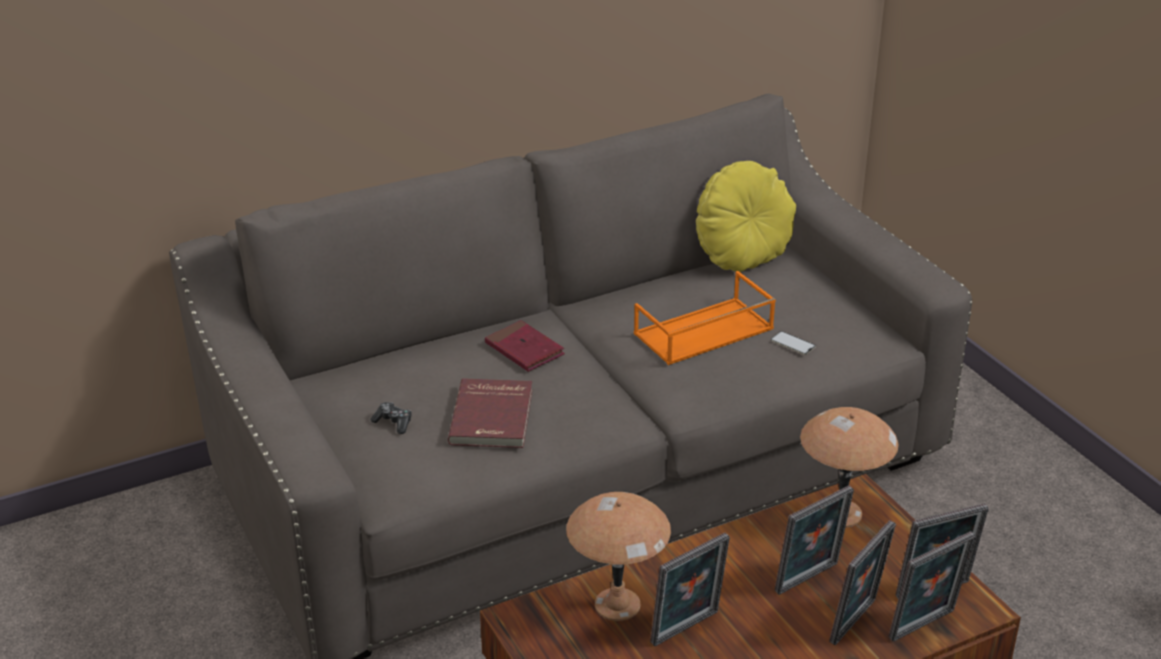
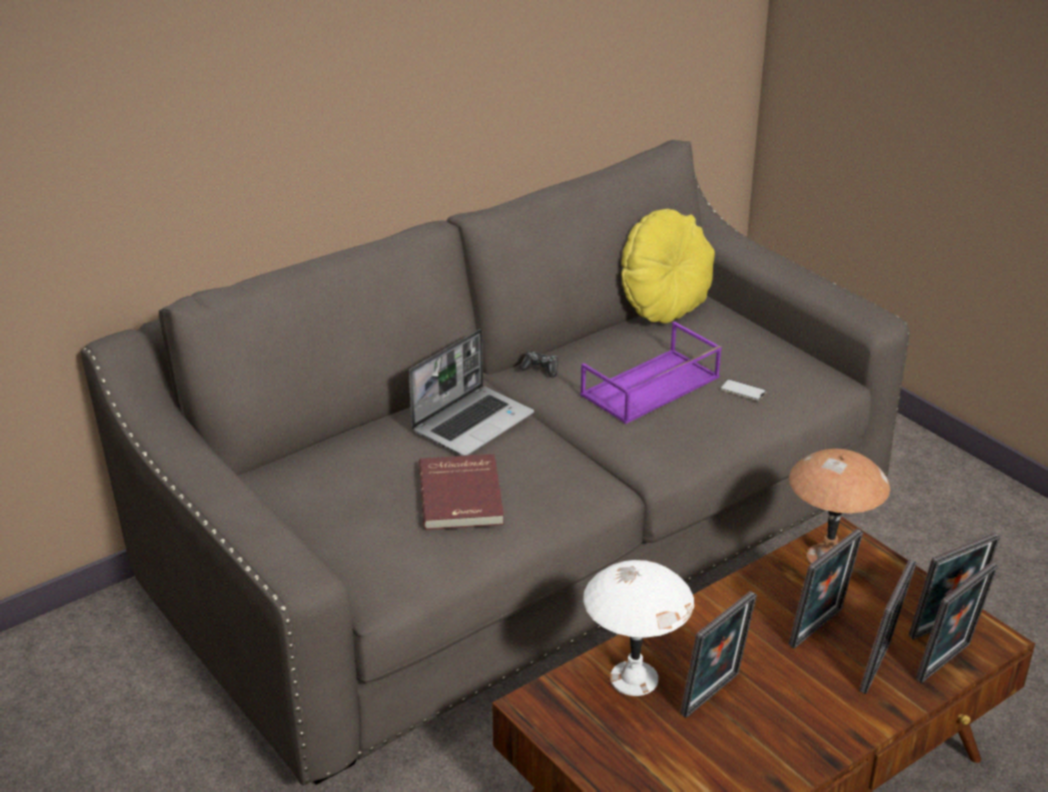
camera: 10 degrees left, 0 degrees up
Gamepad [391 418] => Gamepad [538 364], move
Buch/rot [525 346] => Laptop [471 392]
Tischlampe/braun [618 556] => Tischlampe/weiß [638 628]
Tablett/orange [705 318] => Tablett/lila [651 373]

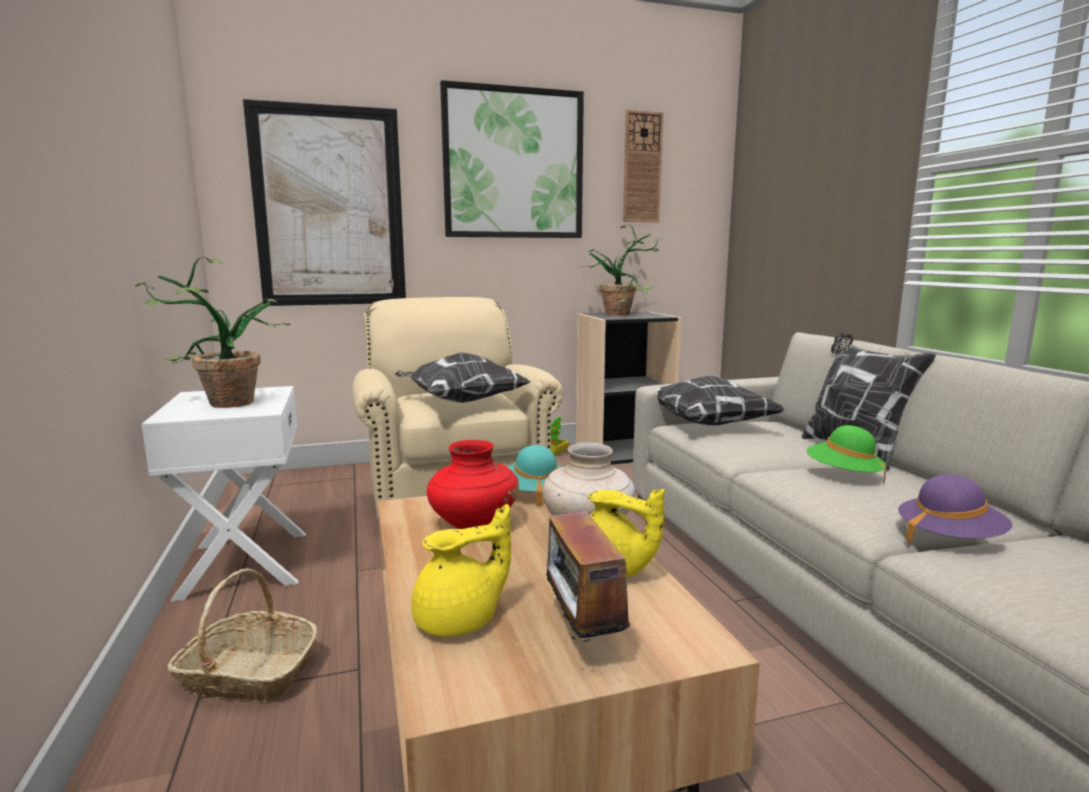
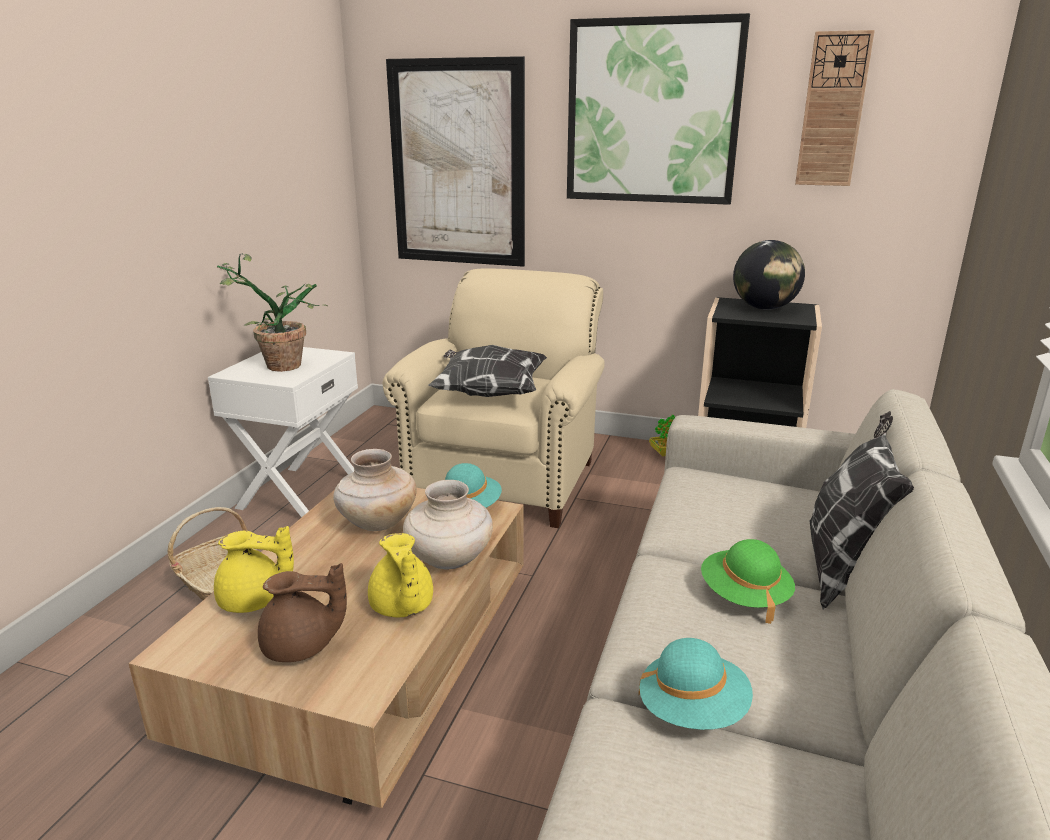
camera: 35 degrees right, 10 degrees up
Vase/rot [473 484] => Vase/beige [375 490]
Radio [582 568] => Teekanne/braun [302 612]
Topfpflanze [621 270] => Globus [769 275]
Kissen [720 400] => nothing
Hut/lila [955 508] => Hut/türkis [695 684]

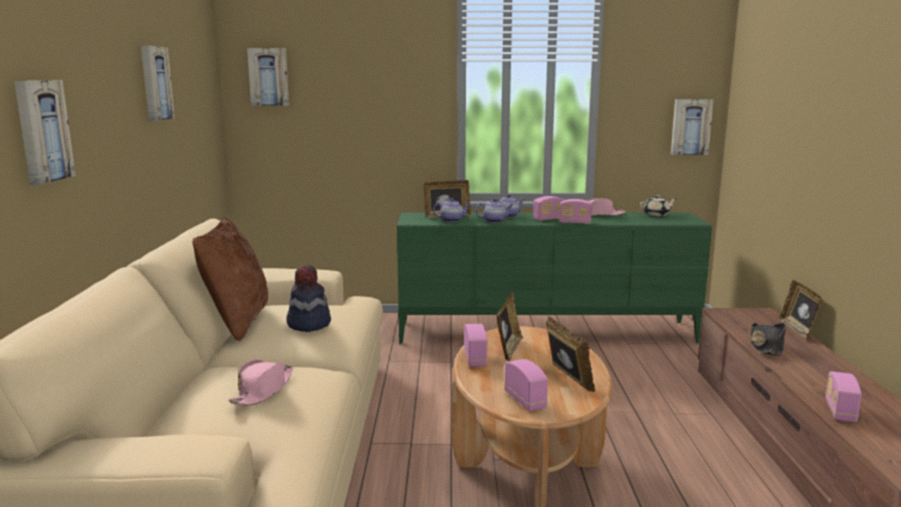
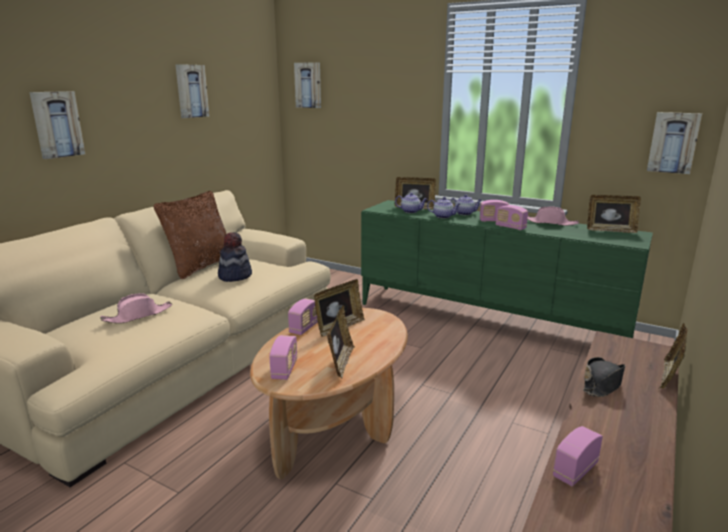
camera: 30 degrees right, 5 degrees up
Teekanne/beige [658 205] => Bilderrahmen [614 214]

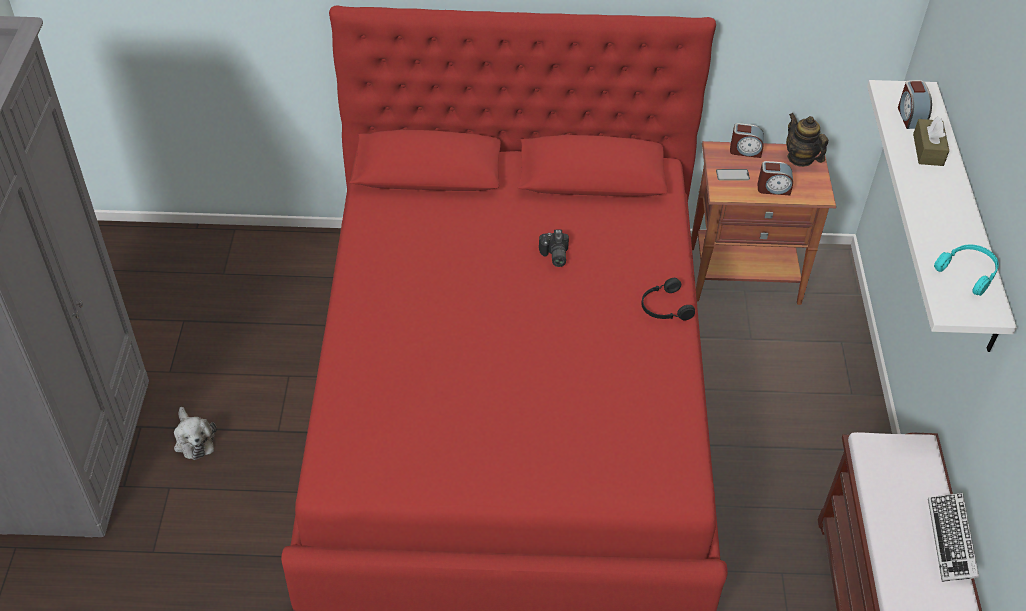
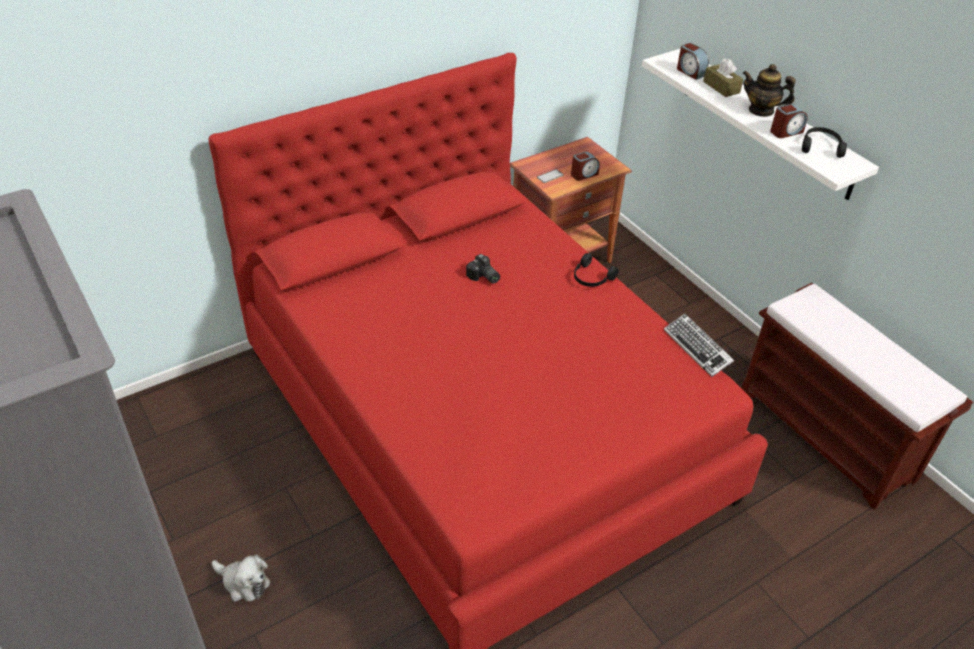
camera: 35 degrees left, 5 degrees down
Wecker [747 140] => Wecker [789 121], move
Teekanne [807 140] => Teekanne [769 90], move
Tastatur [953 537] => Tastatur [699 345], move
Kopfhörer/türkis [966 270] => Kopfhörer/schwarz [824 142]

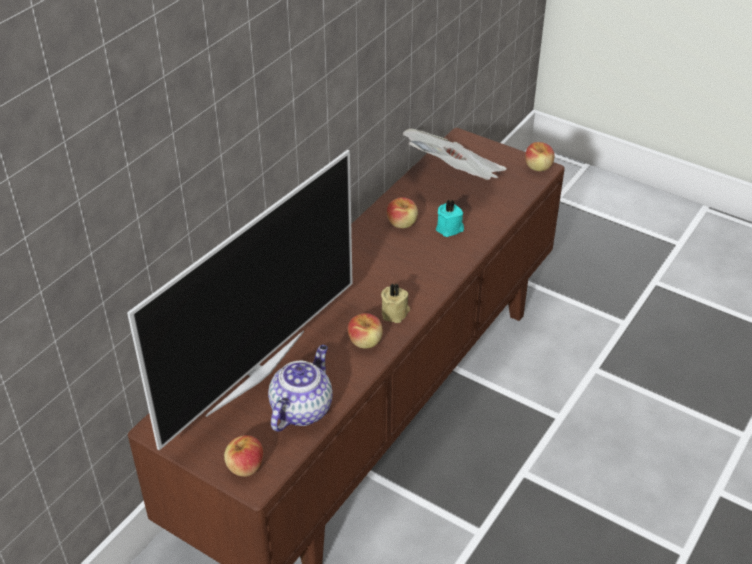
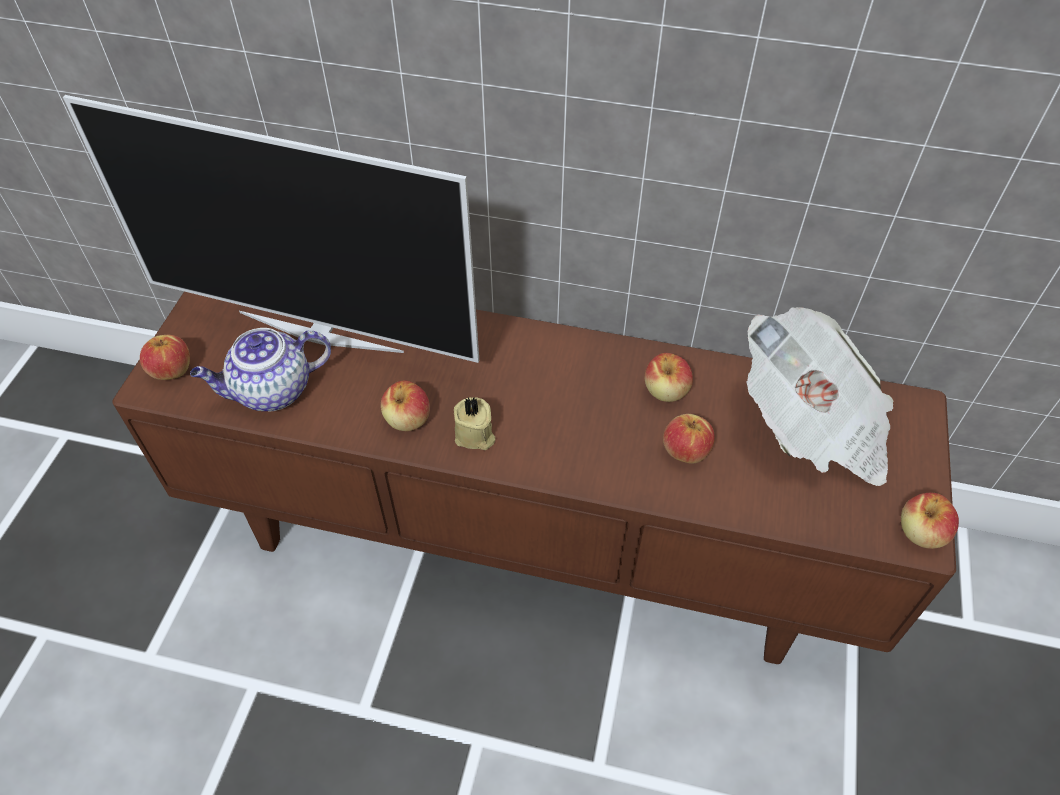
camera: 70 degrees right, 10 degrees up
Teekanne [300 388] => Teekanne [260 369], 150 degrees clockwise
Kerze/türkis [450 218] => Apfel [689 438]

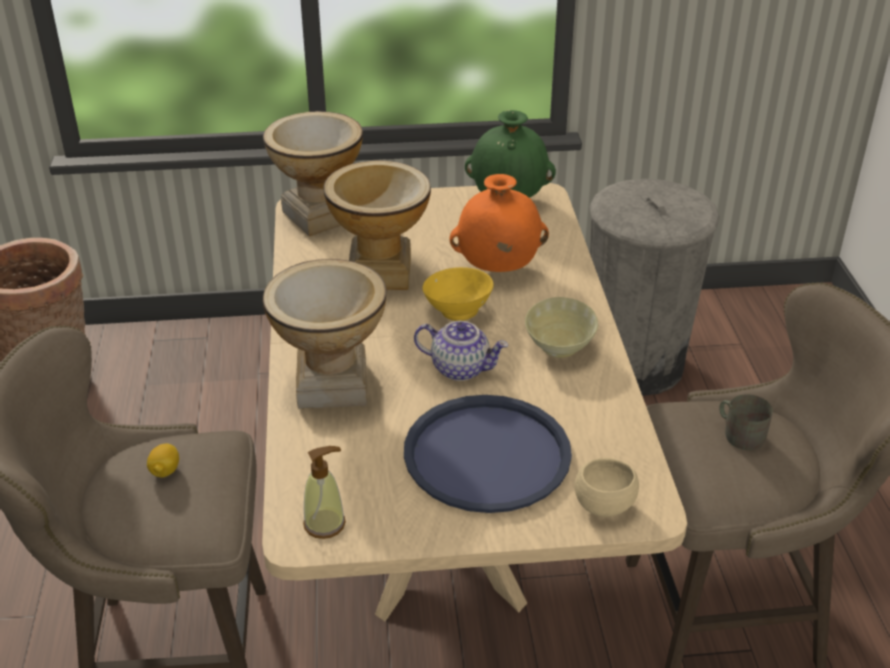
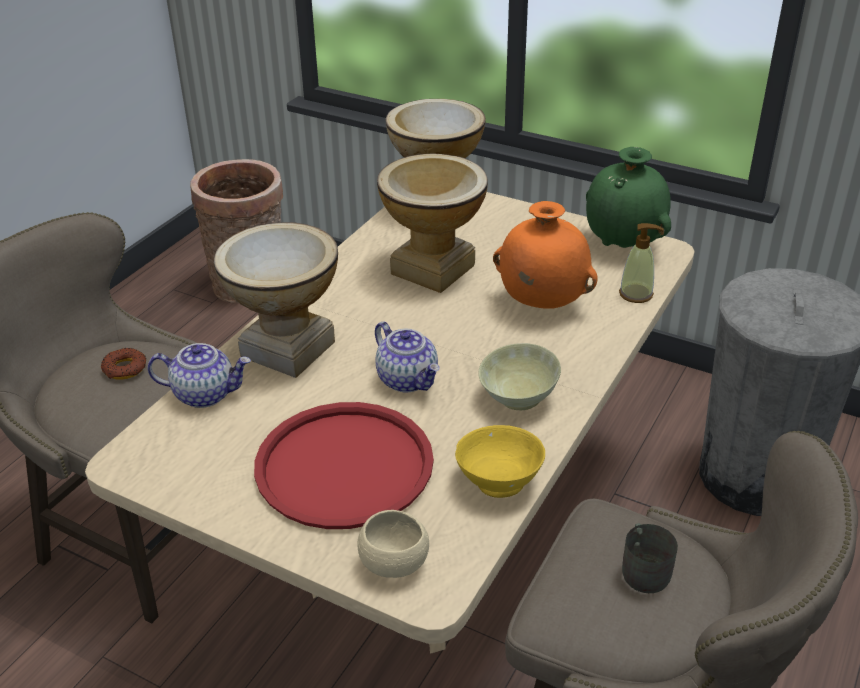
camera: 35 degrees right, 0 degrees up
Zitrone [163 460] => Donut [123 364]
Seifenspender [324 492] => Seifenspender [641 263], move
Tablett/blau [488 454] => Tablett/rot [344 465]
Schüssel/gelb [458 294] => Schüssel/gelb [500 461], move
nothing => Teekanne [199 375]

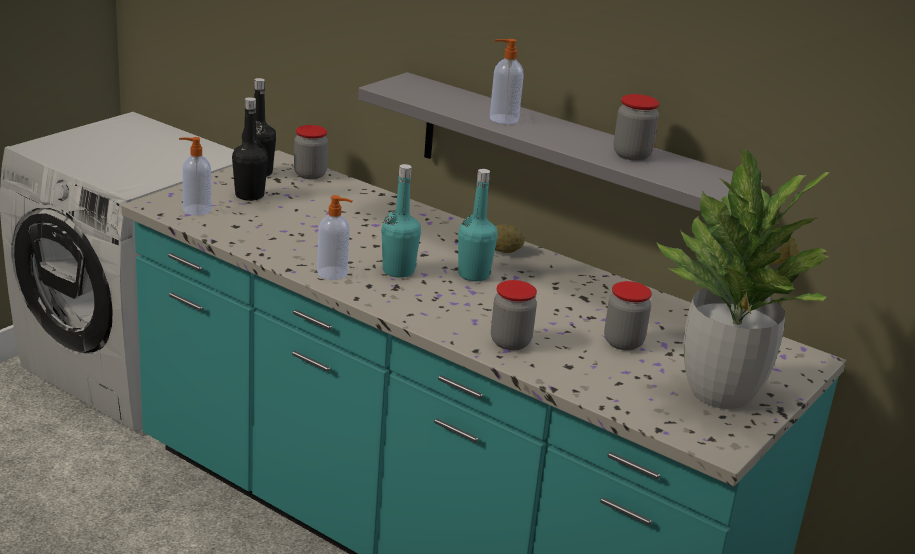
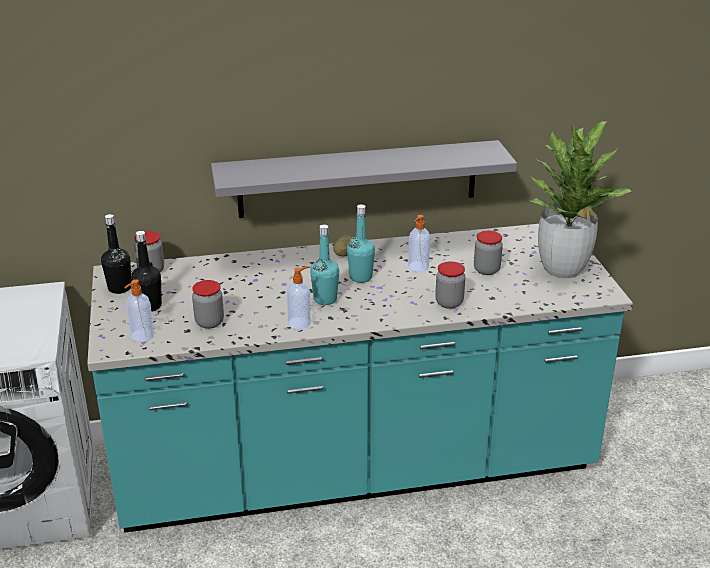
camera: 45 degrees left, 5 degrees up
Seifenspender [507 81] => Seifenspender [419 243], move
Vorratsglas [637 127] => Vorratsglas [208 304], move

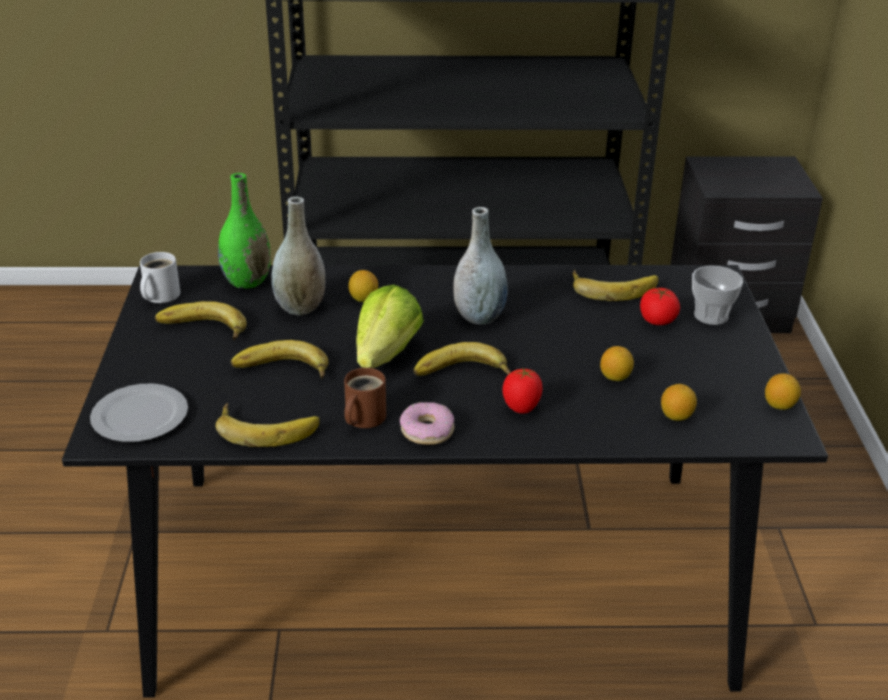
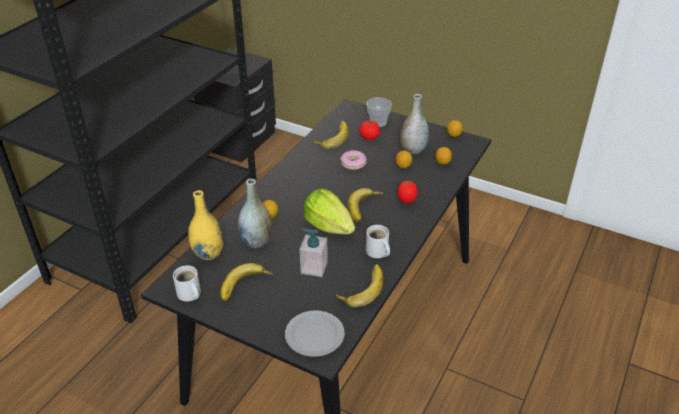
camera: 60 degrees left, 5 degrees up
Vase/grün [244 230] => Vase/gelb [206 225]
Banane [280 359] => Seifenspender [313 252]
Henkelbecher/braun [365 398] => Henkelbecher/weiß [378 241]
Donut [427 423] => Donut [353 160], move
Vase/grau [480 266] => Vase/grau [414 124], move

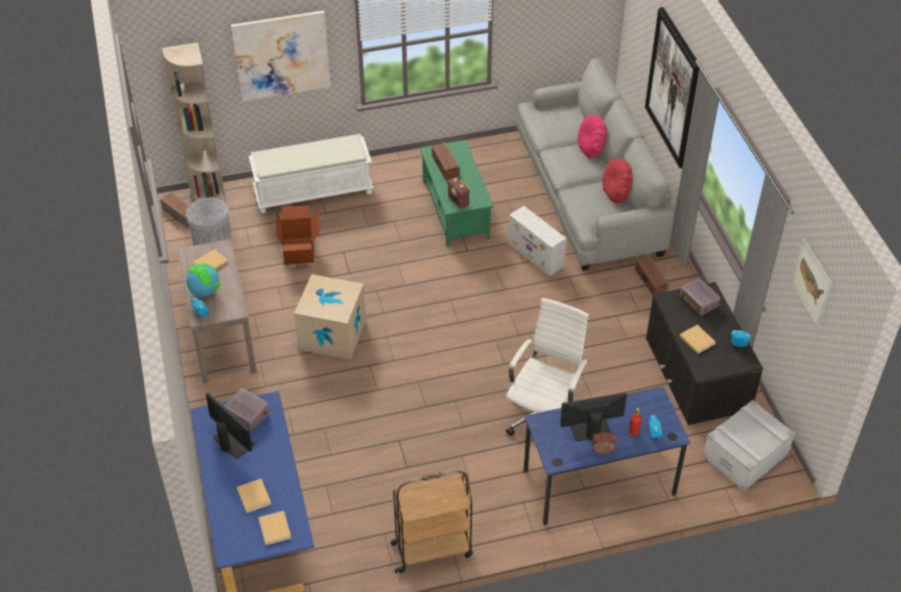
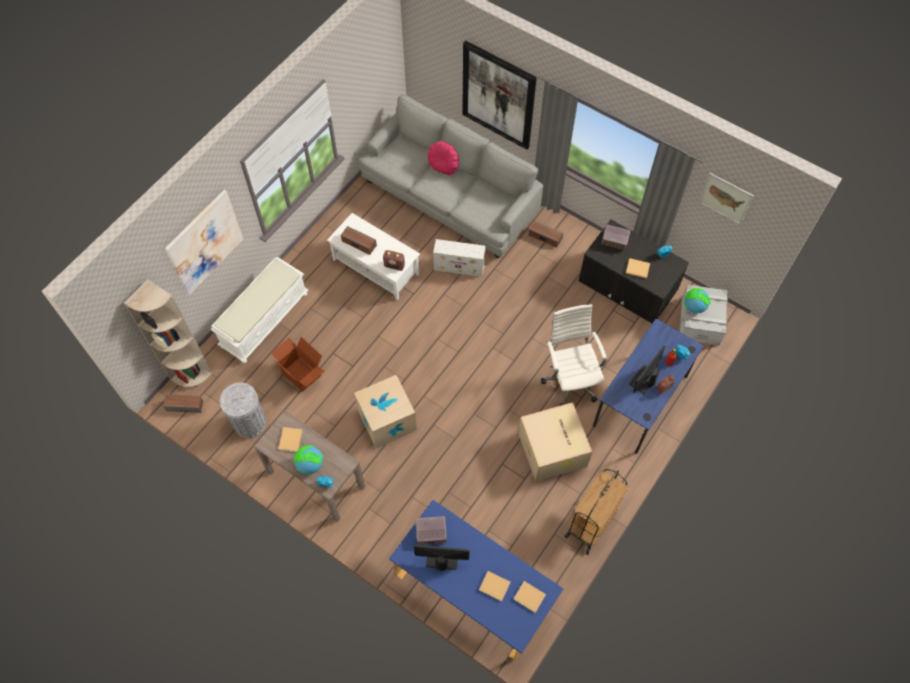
camera: 40 degrees left, 15 degrees up
Couchtisch/grün [456 193] => Couchtisch/weiß [373 256]
Kissen/rot [617 181] => nothing
nothing => Karton [555 442]
nothing => Globus [697 300]

